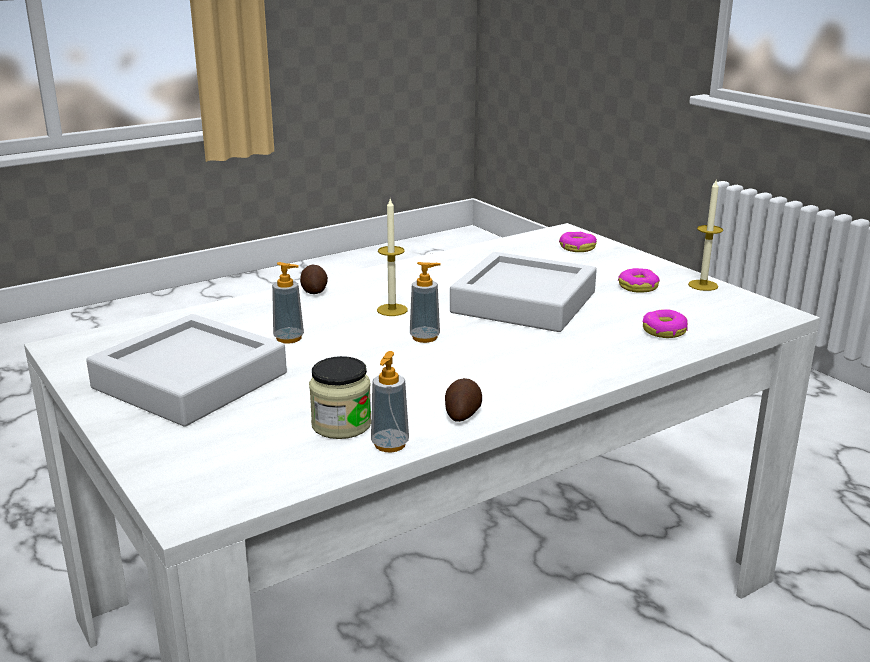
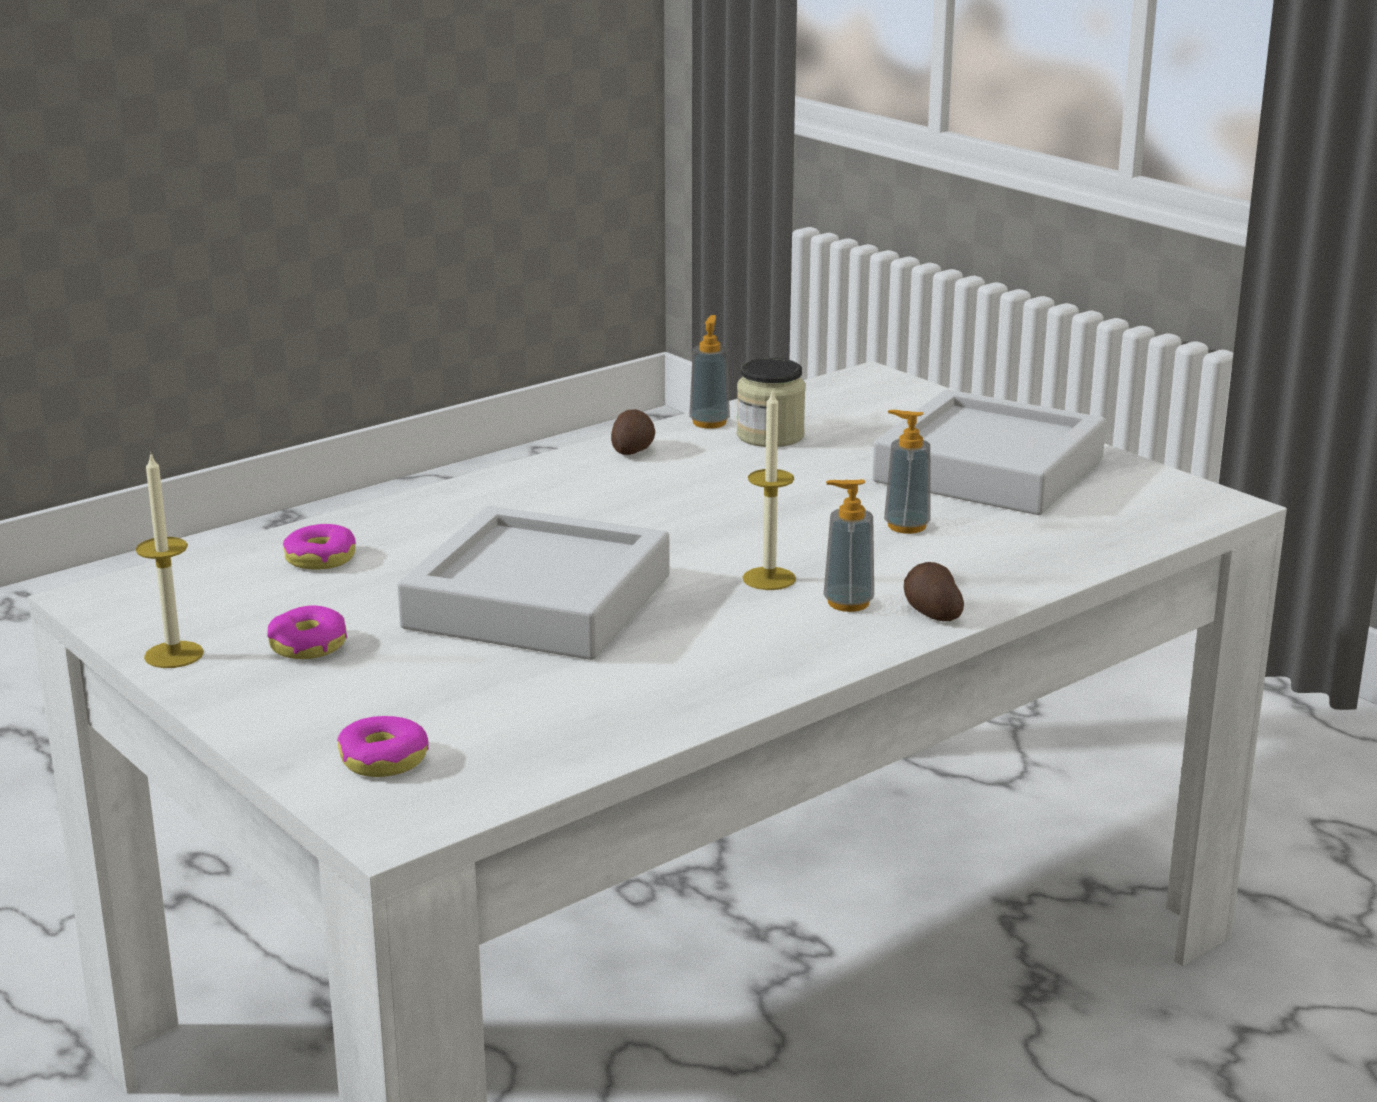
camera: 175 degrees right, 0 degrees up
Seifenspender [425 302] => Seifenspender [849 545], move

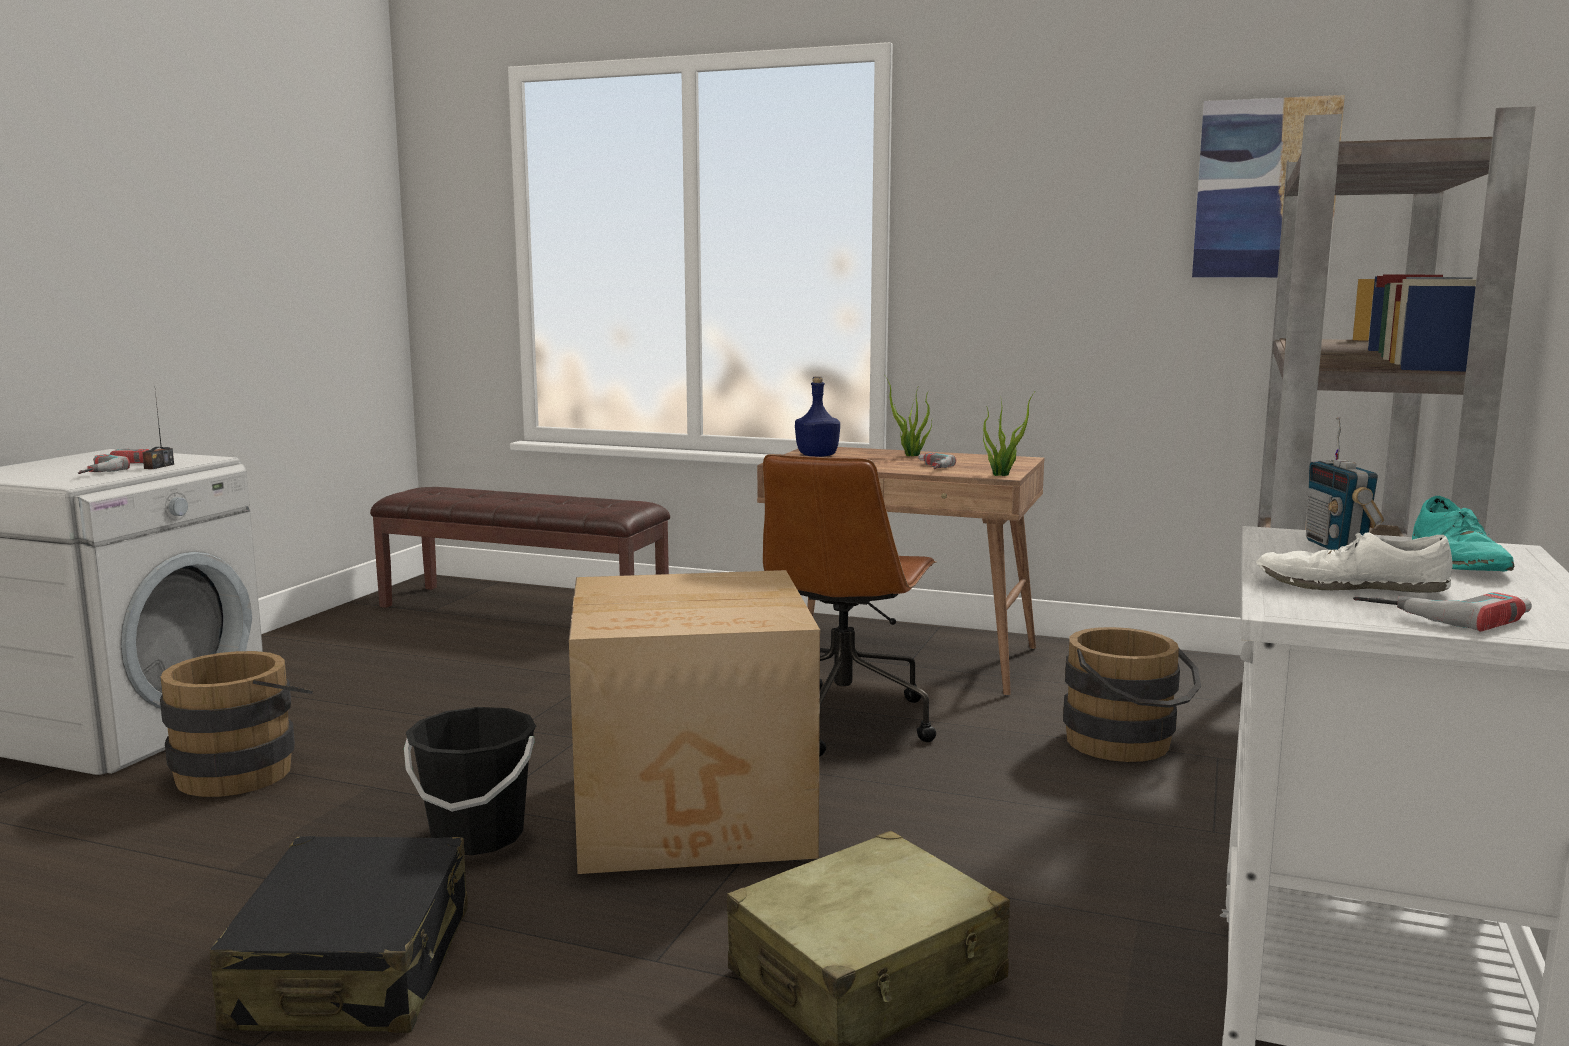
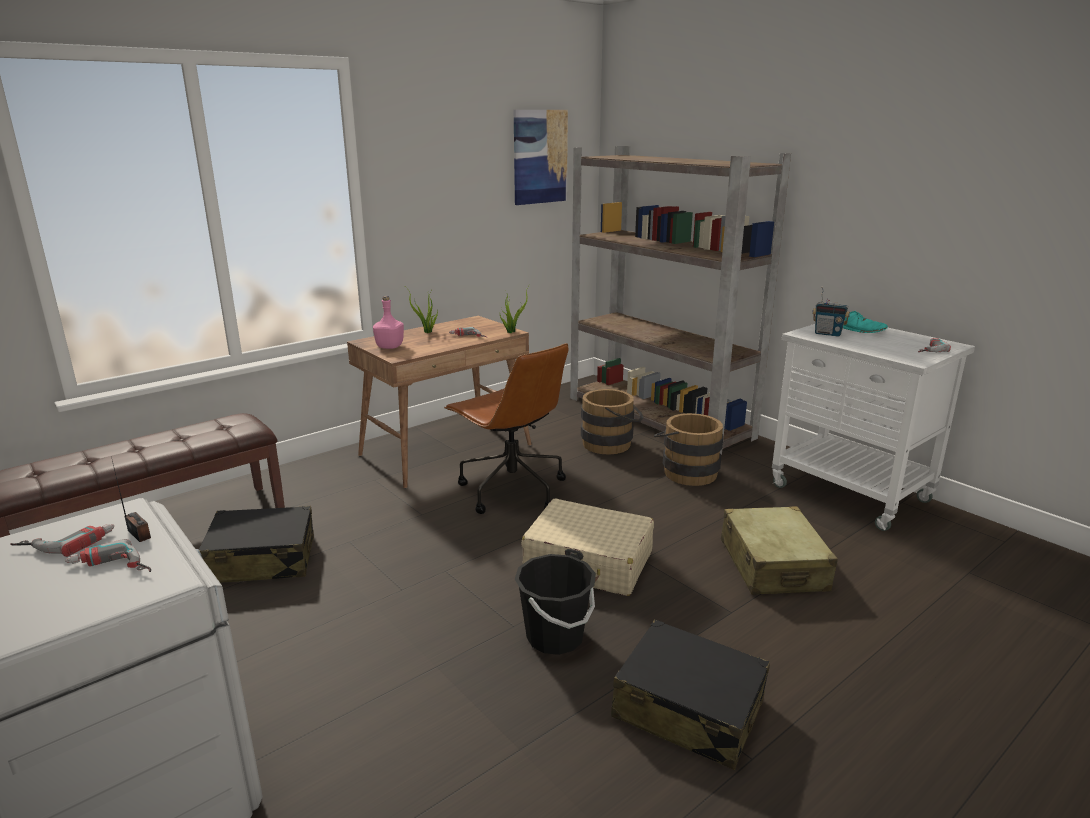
camera: 60 degrees left, 10 degrees up
Eimer/braun [236 724] => Eimer/braun [688 449], move
Karton [694 722] => Koffer/beige [587 547]
Flasche/blau [817 416] => Flasche/rosa [388 322]
Schuh/weiß [1354 562] => nothing
nothing => Koffer/schwarz [256 544]

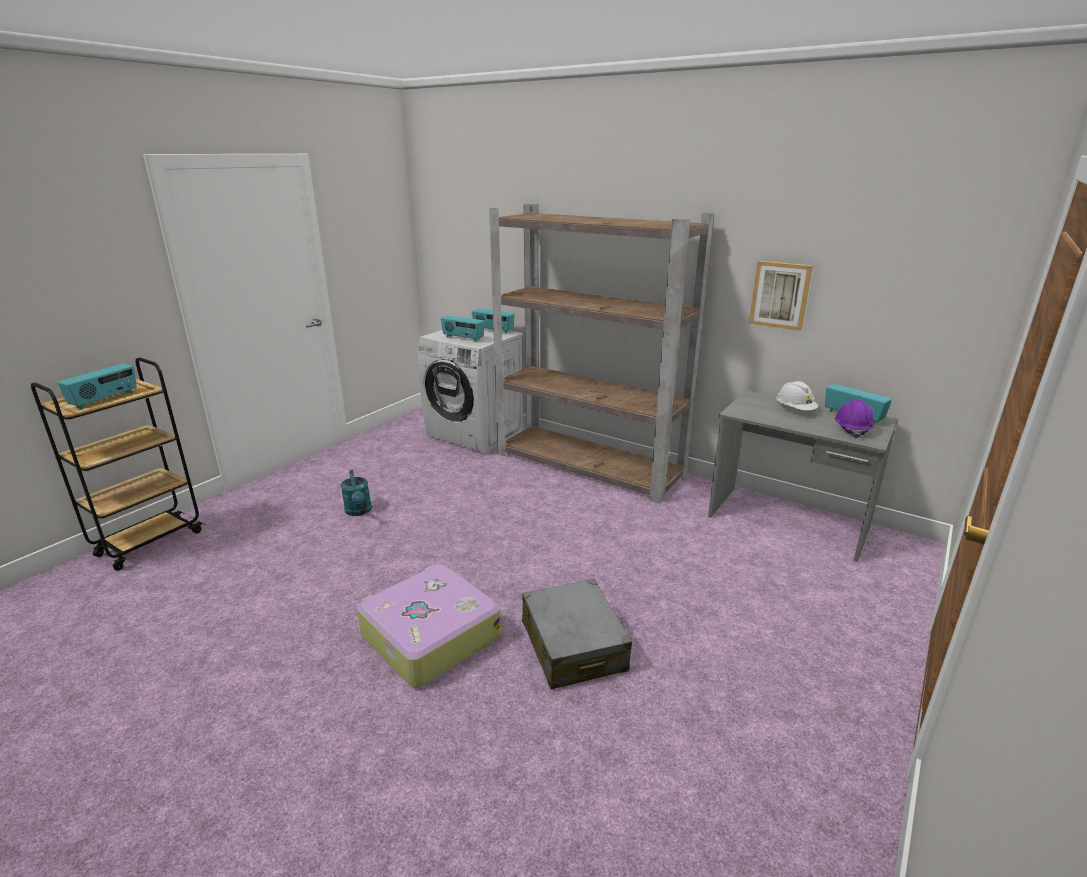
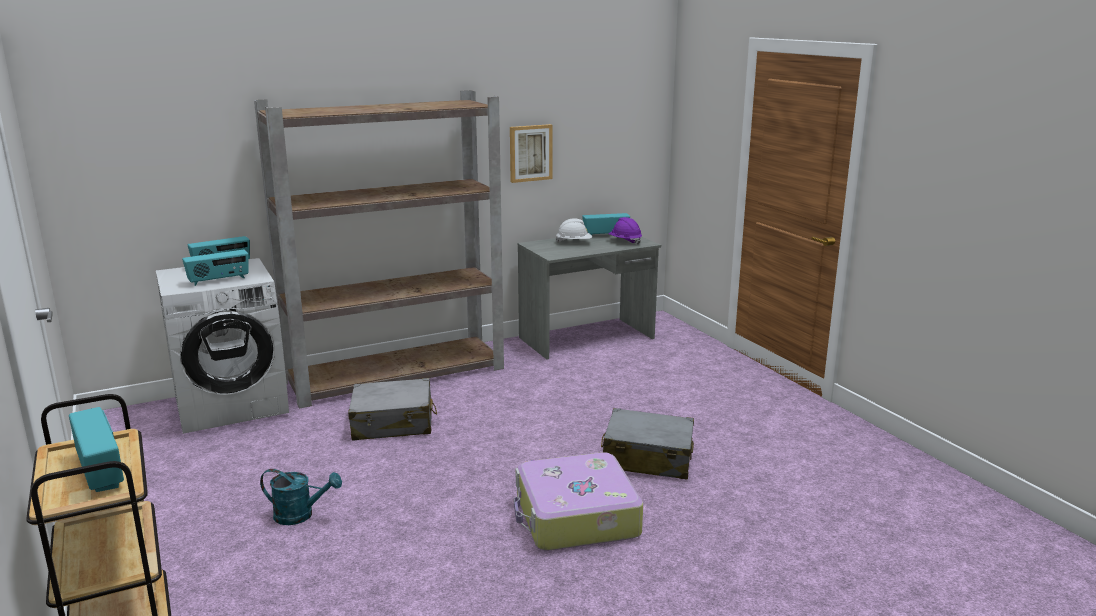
camera: 60 degrees left, 5 degrees down
nothing => Koffer/grau [392 409]

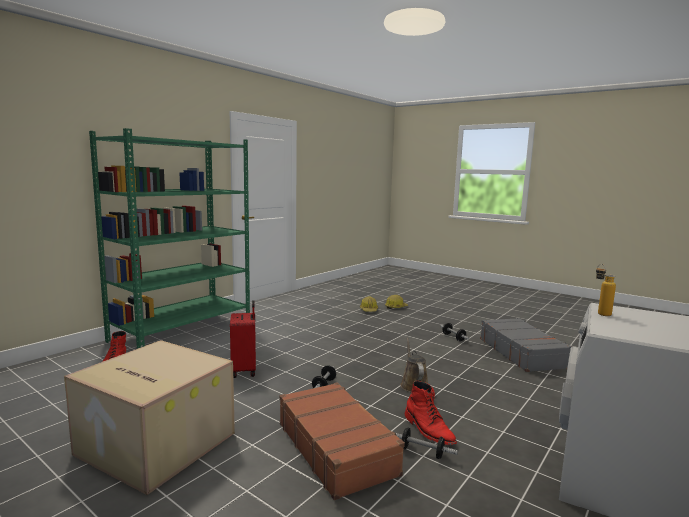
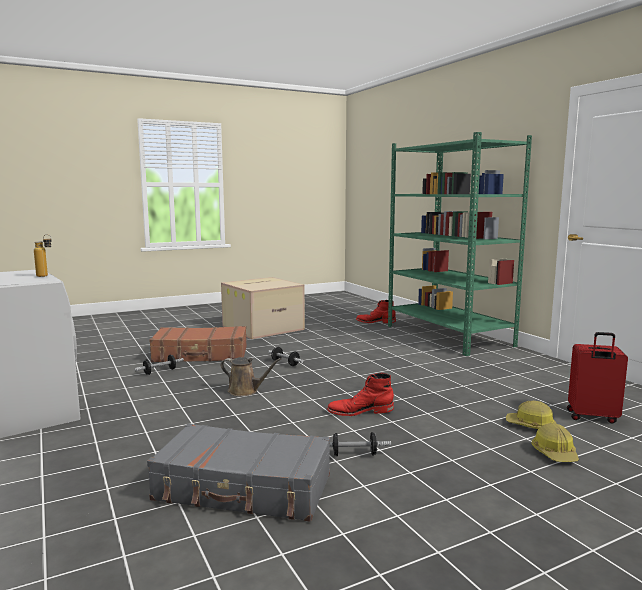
camera: 115 degrees right, 0 degrees up
Koffer/rot [243 339] => Koffer/rot [597 378], move
Stiefel/rot [431 413] => Stiefel/rot [360 394], move

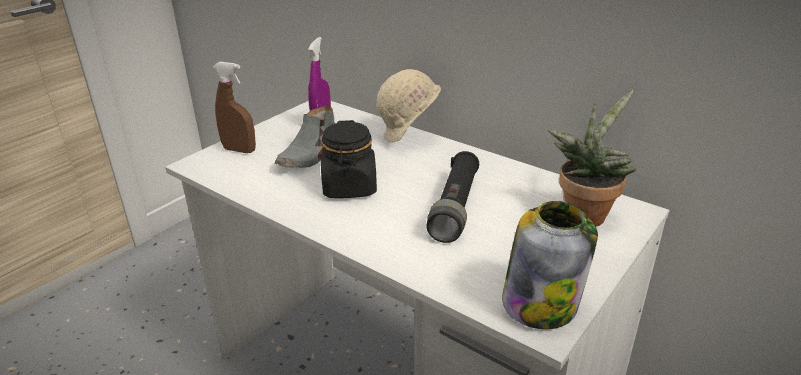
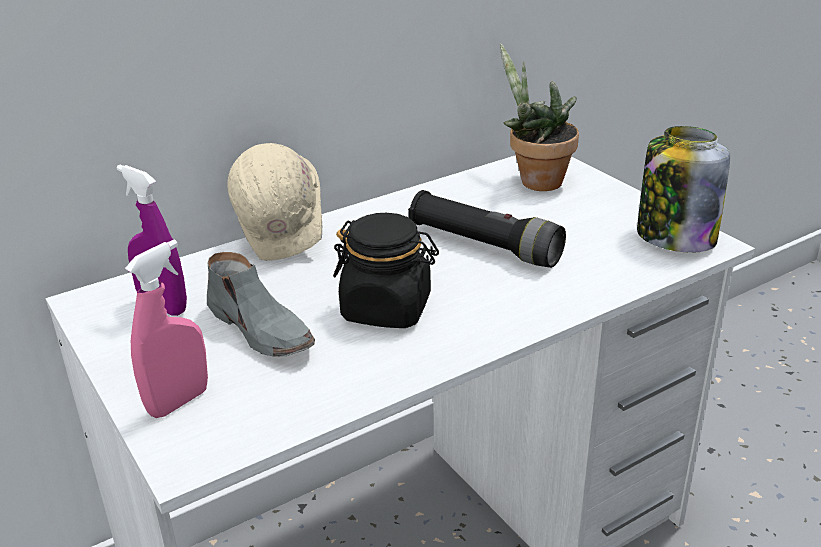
camera: 70 degrees left, 0 degrees up
Sprühflasche/braun [234 107] => Sprühflasche/rosa [166 329]

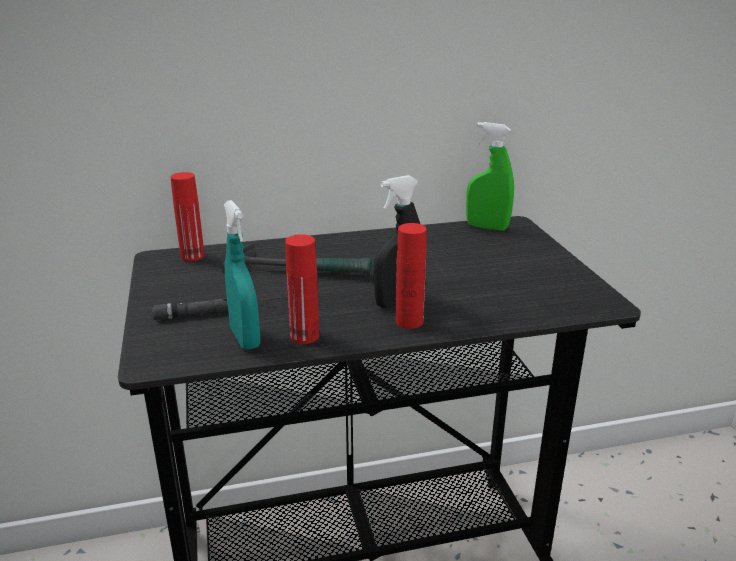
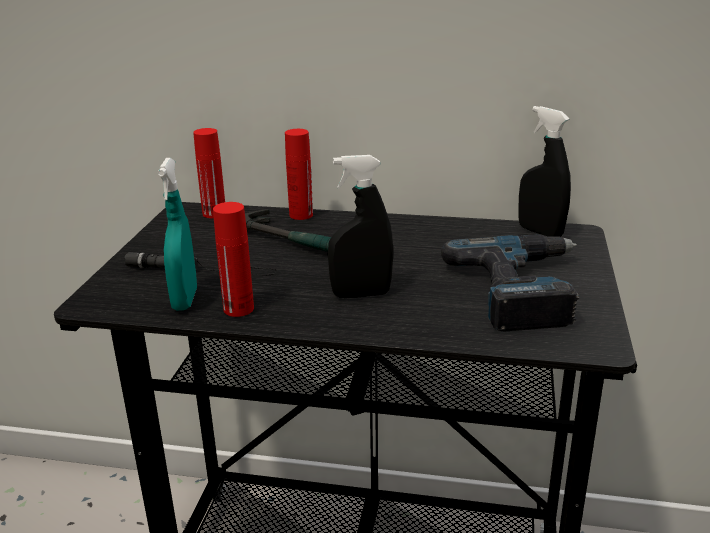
camera: 25 degrees right, 0 degrees up
Flasche/rot [411 276] => Flasche/rot [299 174], move
Sprühflasche/grün [490 176] => Sprühflasche/schwarz [544 171]
nothing => Bohrmaschine [510 283]

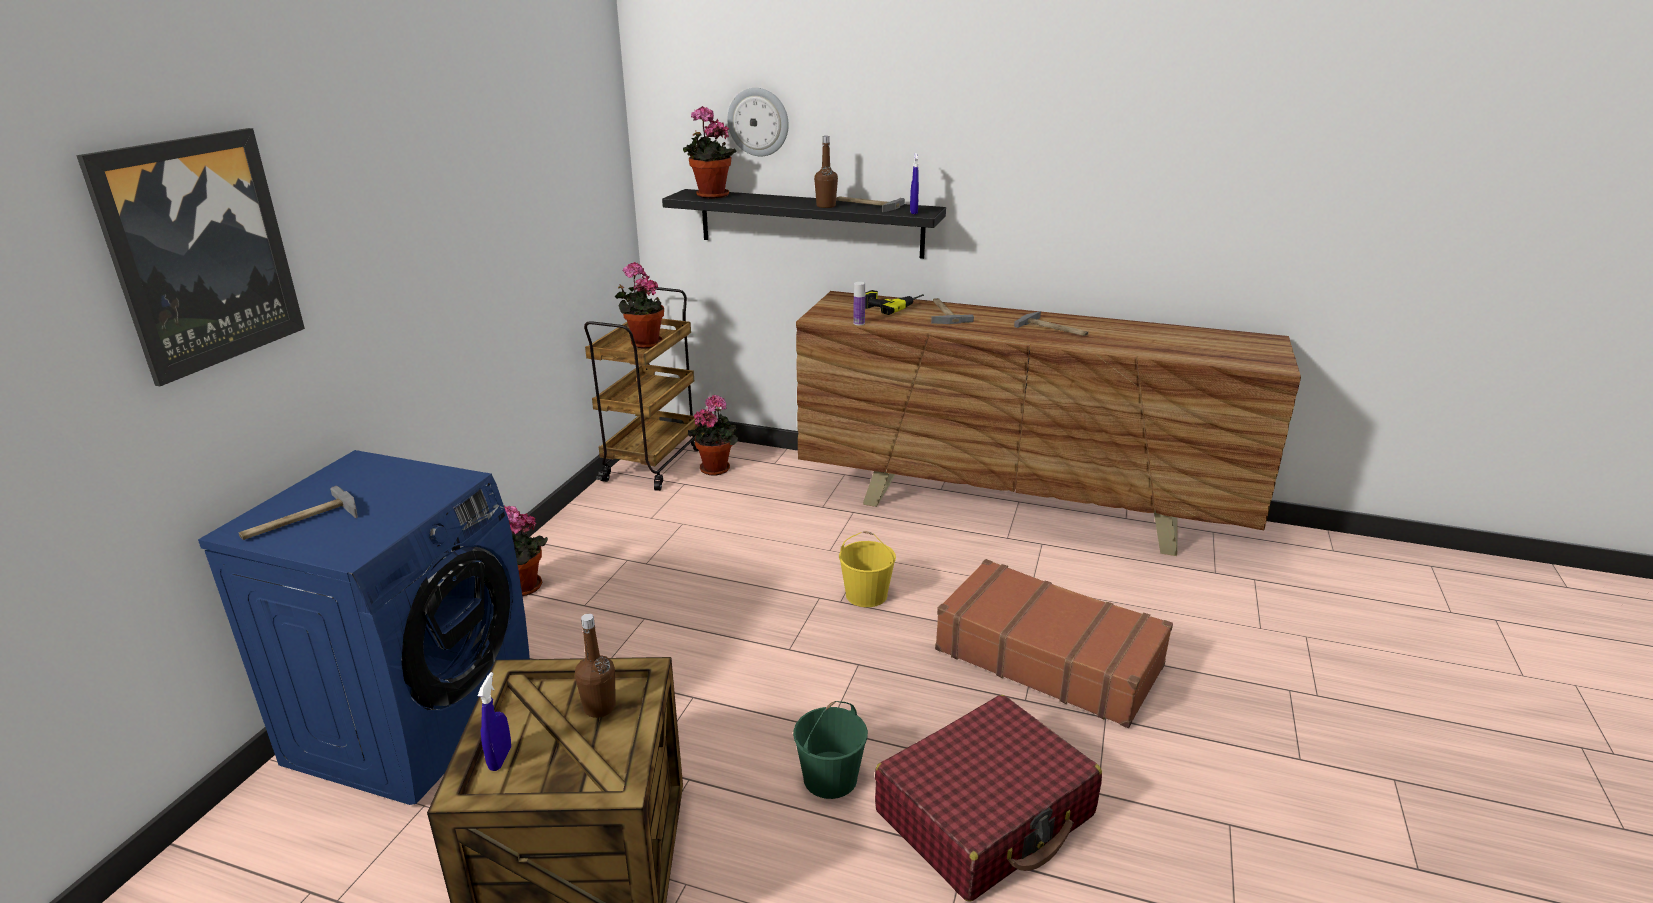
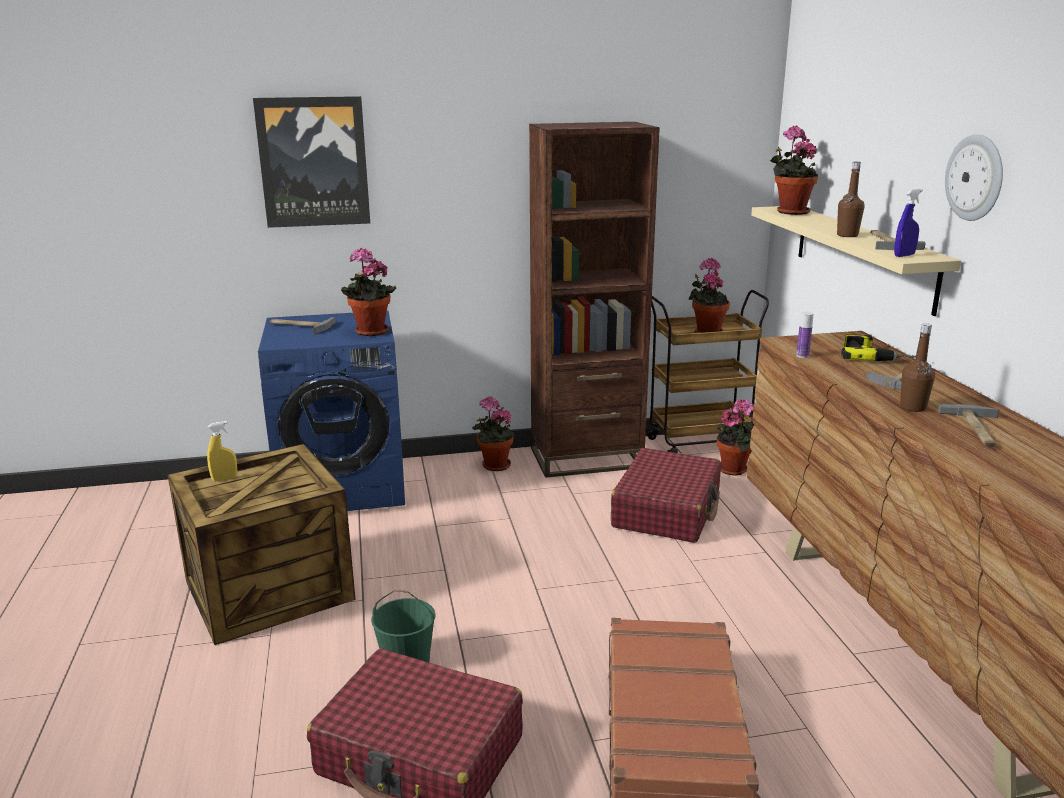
camera: 60 degrees right, 5 degrees down
Sprühflasche/blau [494 721] => Sprühflasche/gelb [222 451]
Flasche/braun [595 666] => Flasche/braun [917 367], move
Wandregal/schwarz [804 224] => Wandregal/beige [856 261]
Wanduhr [758 122] => Wanduhr [974 178], move
Eimer/gelb [867 569] => nothing
nothing => Topfpflanze [368 292]
nothing => Bücherregal/braun [594 300]
nothing => Koffer/rot [666 495]

